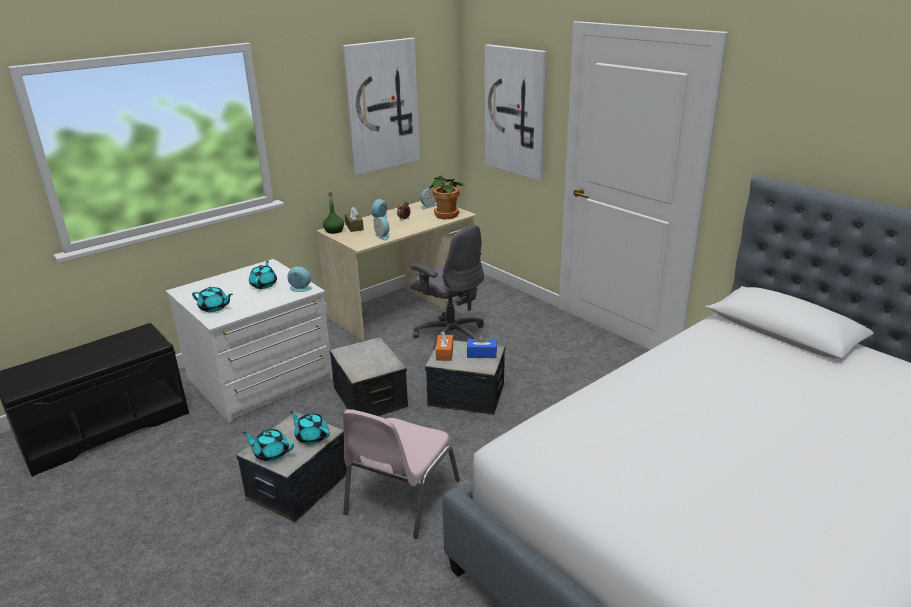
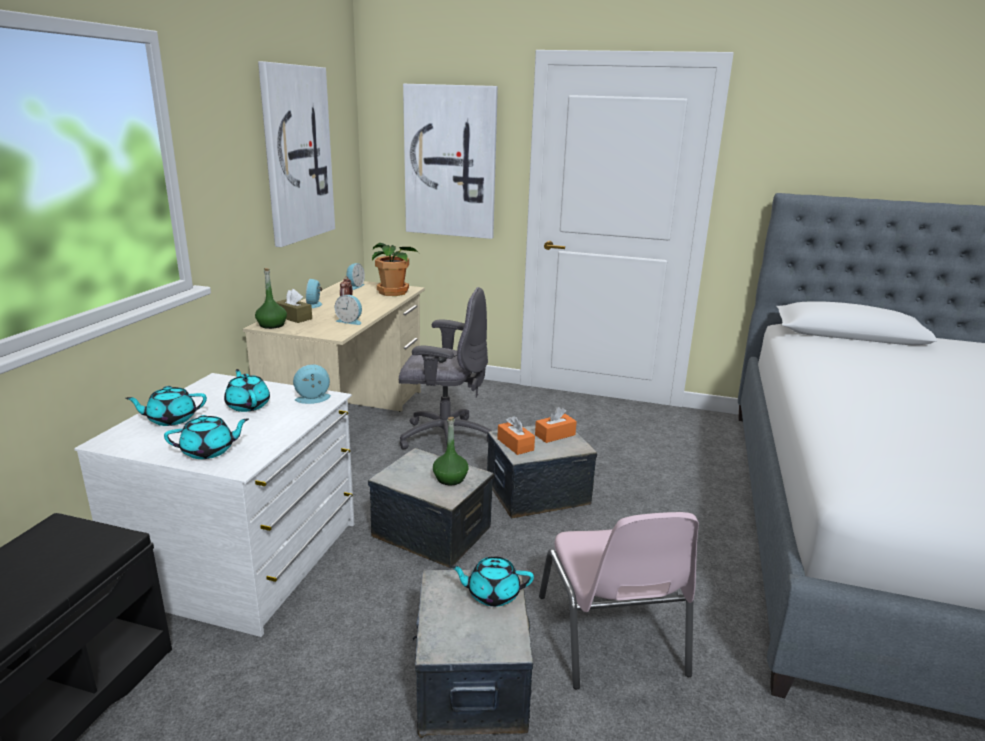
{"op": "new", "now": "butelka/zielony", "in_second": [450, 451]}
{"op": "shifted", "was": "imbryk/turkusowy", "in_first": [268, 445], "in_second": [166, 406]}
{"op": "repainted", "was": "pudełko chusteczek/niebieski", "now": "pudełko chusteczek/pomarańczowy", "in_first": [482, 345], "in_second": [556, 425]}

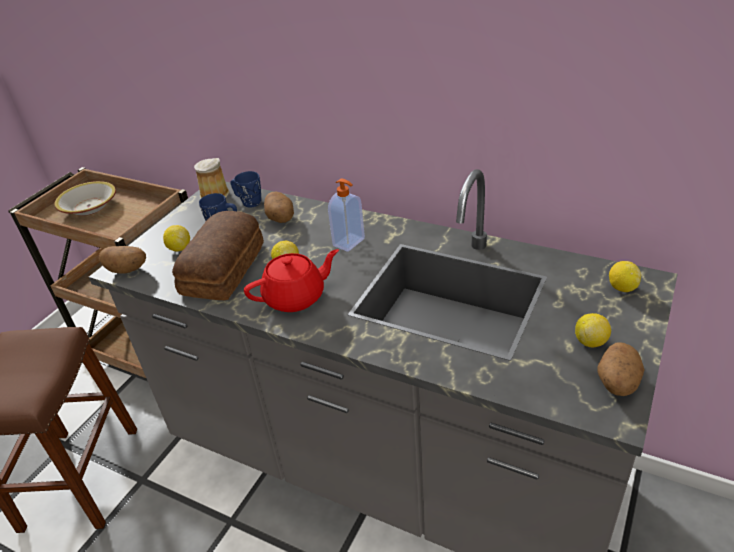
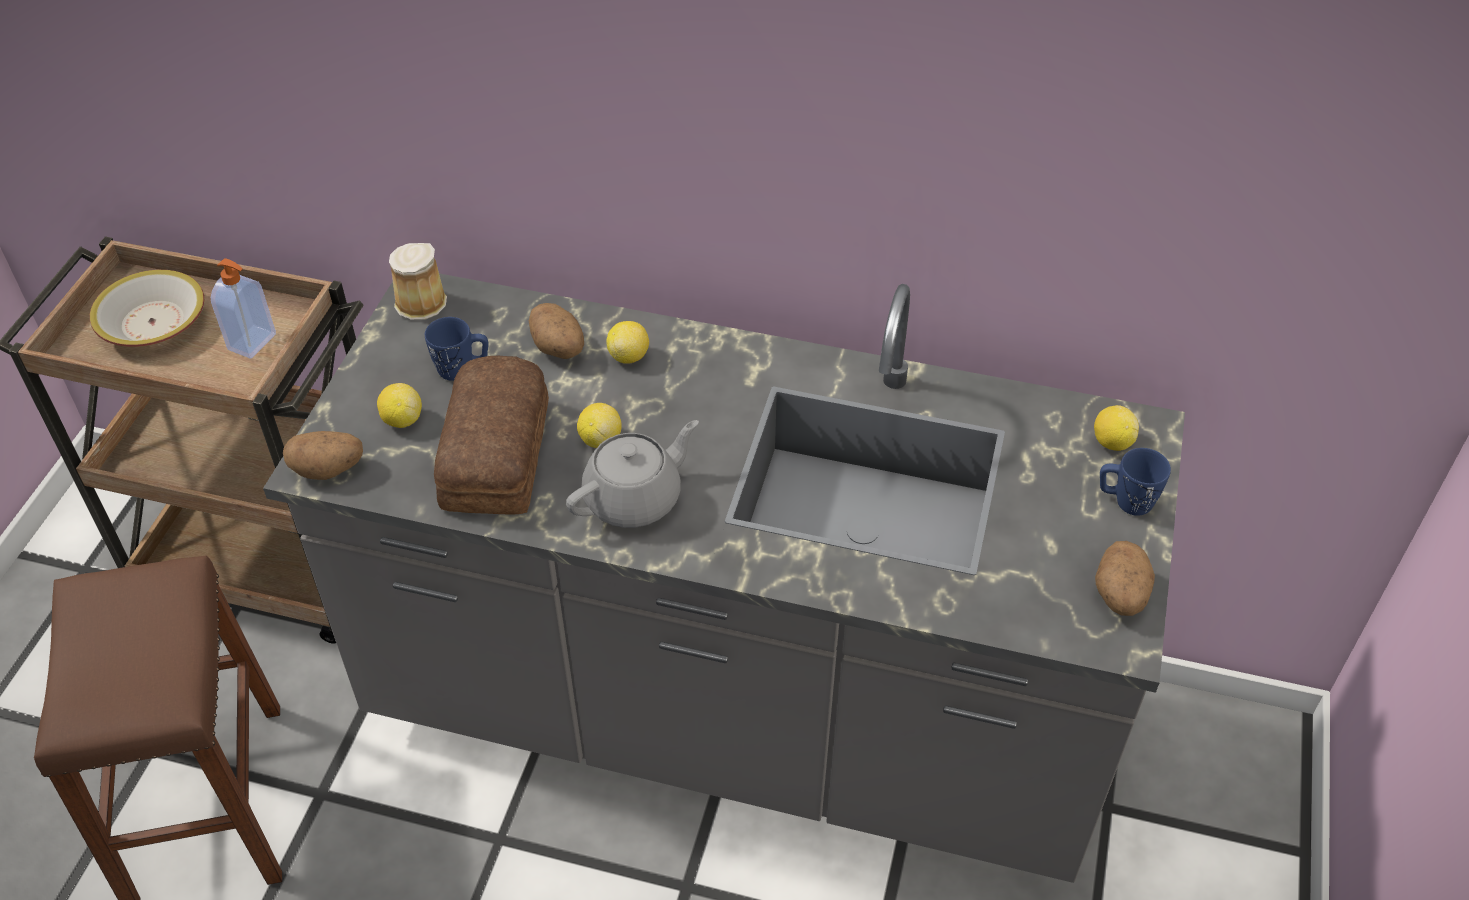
{"op": "shifted", "was": "kubek/niebieski", "in_first": [245, 189], "in_second": [1135, 482]}
{"op": "shifted", "was": "dozownik mydła", "in_first": [346, 215], "in_second": [243, 308]}
{"op": "shifted", "was": "cytryna", "in_first": [593, 330], "in_second": [627, 342]}
{"op": "repainted", "was": "imbryk/czerwony", "now": "imbryk/szary", "in_first": [291, 280], "in_second": [632, 474]}

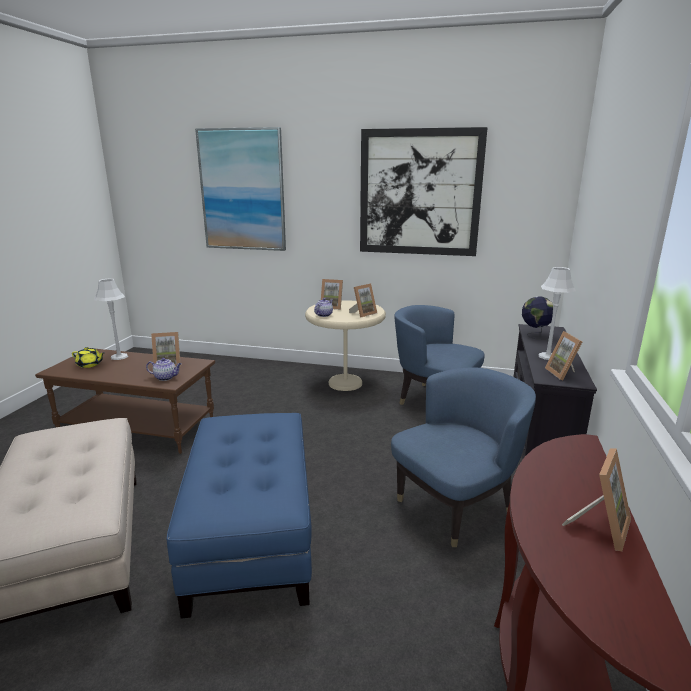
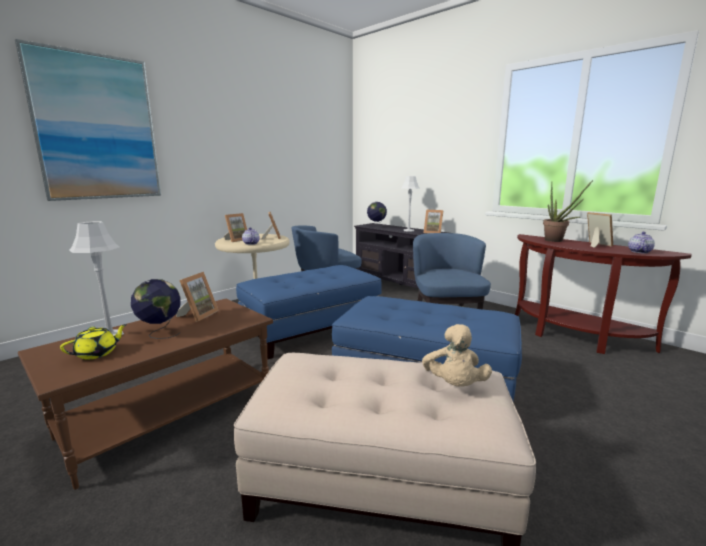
{"op": "gone", "was": "obraz", "in_first": [424, 191]}
{"op": "new", "now": "globus", "in_second": [156, 309]}
{"op": "new", "now": "pufa/niebieski", "in_second": [309, 312]}
{"op": "new", "now": "pluszak/beżowy", "in_second": [457, 355]}
{"op": "new", "now": "roślina doniczkowa", "in_second": [568, 211]}
{"op": "shifted", "was": "imbryk", "in_first": [164, 369], "in_second": [641, 243]}

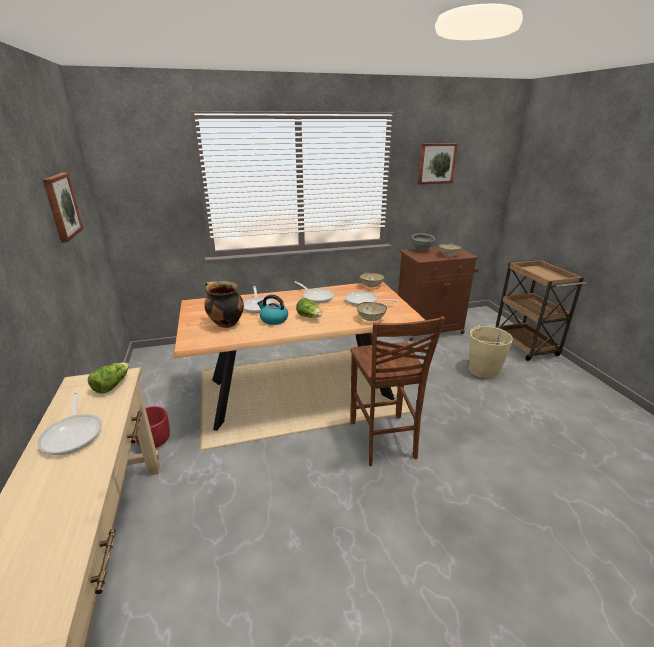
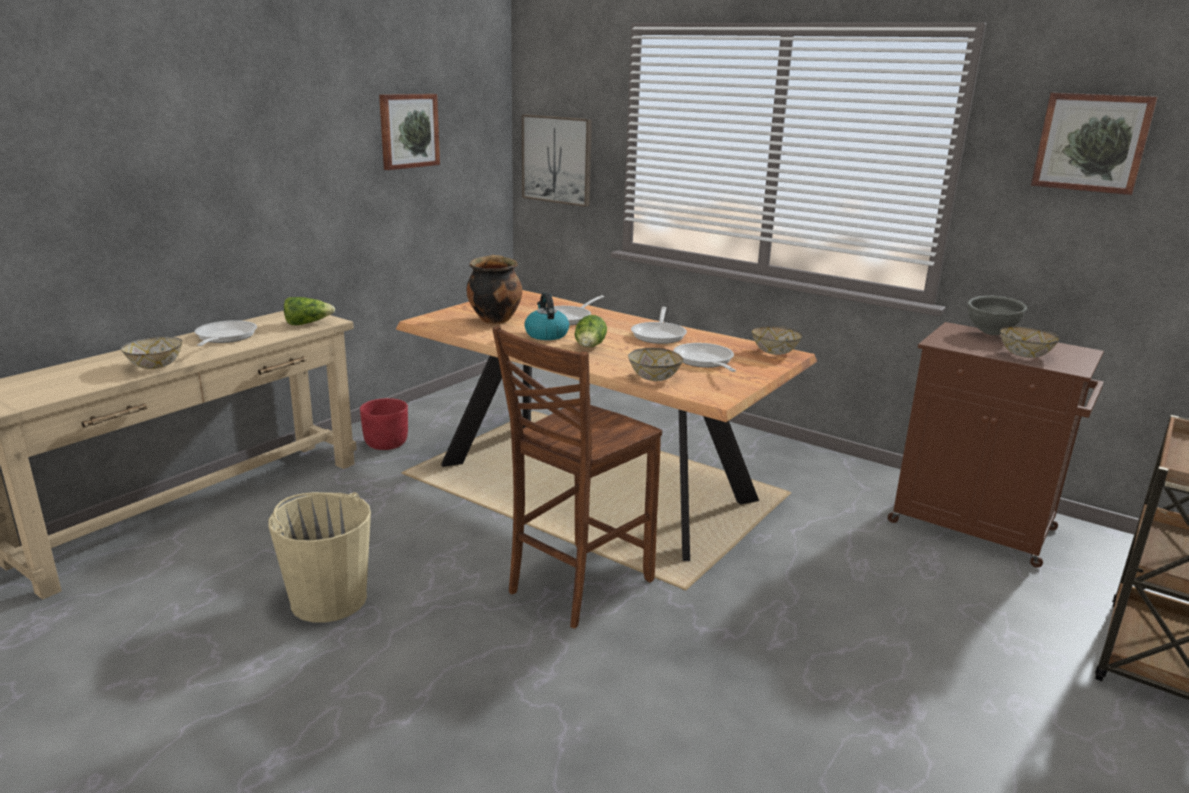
{"op": "new", "now": "miska", "in_second": [151, 352]}
{"op": "new", "now": "obraz", "in_second": [557, 160]}
{"op": "shifted", "was": "wiadro/beżowy", "in_first": [490, 352], "in_second": [320, 557]}
{"op": "rotated", "was": "patelnia", "in_first": [69, 423], "in_second": [226, 333], "clockwise": 150}

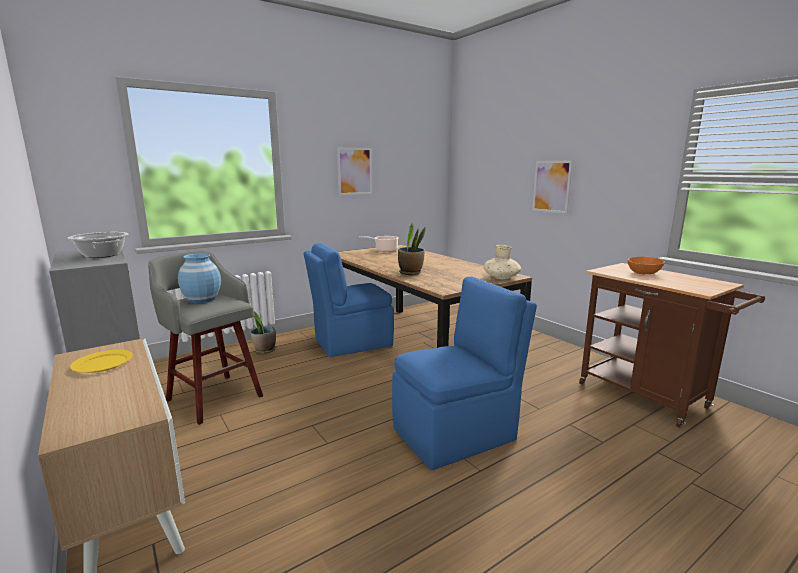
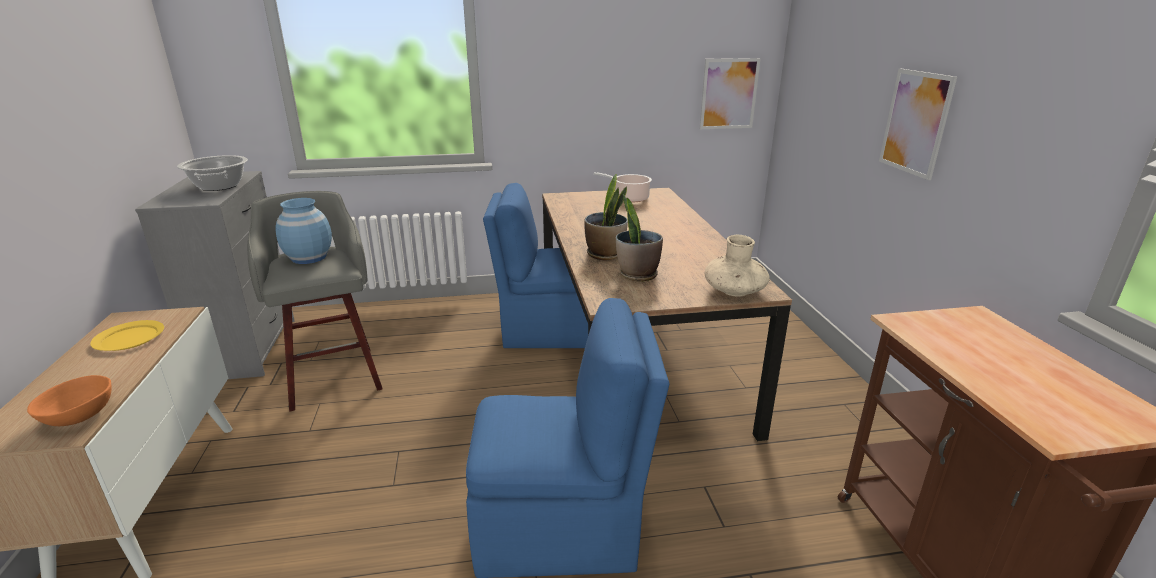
{"op": "shifted", "was": "roślina doniczkowa", "in_first": [263, 333], "in_second": [639, 238]}
{"op": "shifted", "was": "obraz", "in_first": [354, 171], "in_second": [730, 93]}
{"op": "shifted", "was": "miska/pomarańczowy", "in_first": [646, 266], "in_second": [69, 400]}

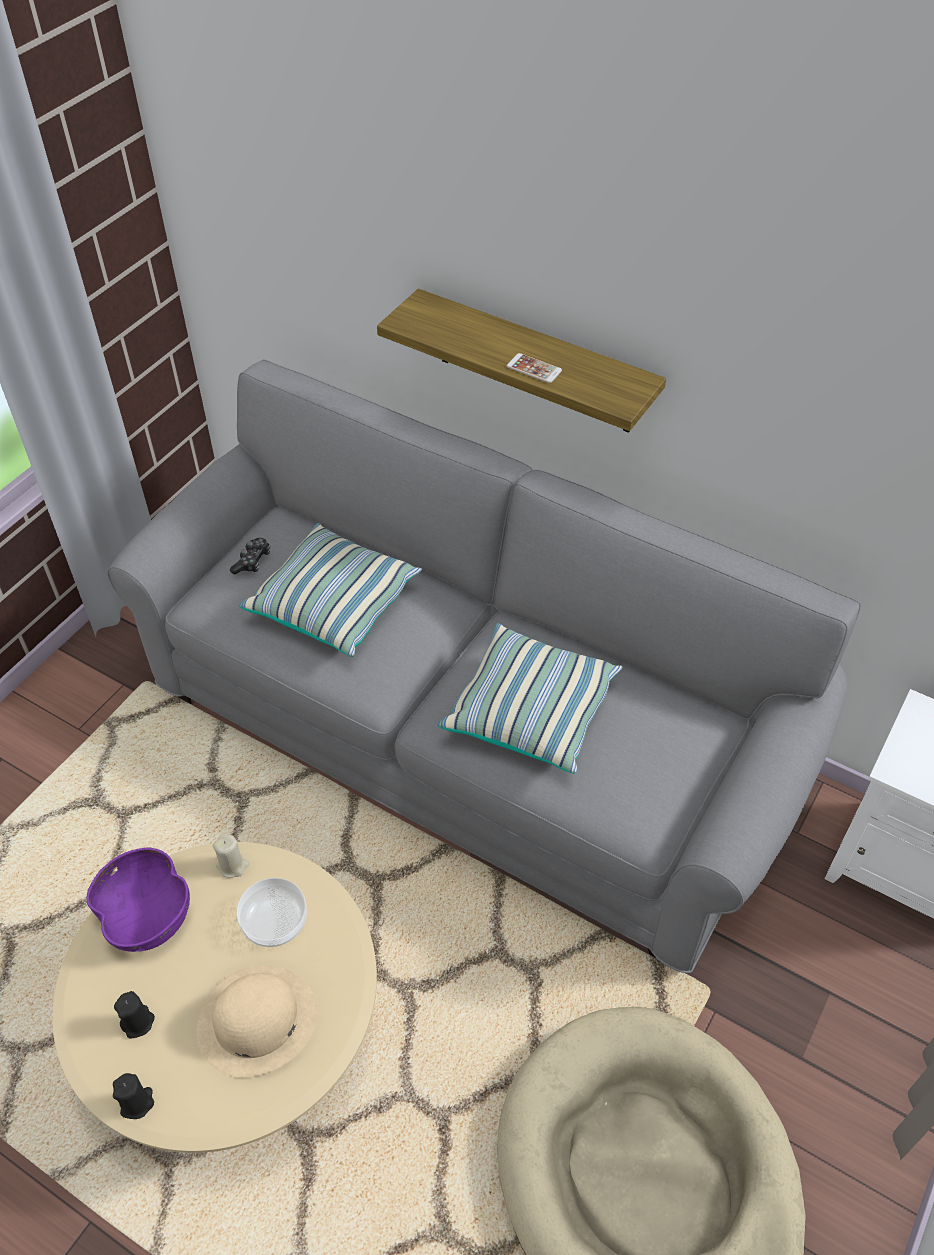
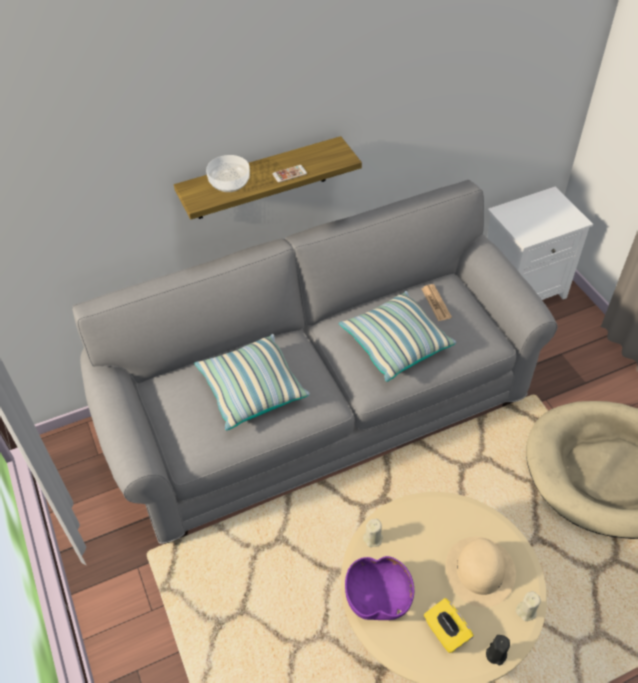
{"op": "gone", "was": "pad do gier", "in_first": [250, 556]}
{"op": "new", "now": "gazeta", "in_second": [437, 302]}
{"op": "new", "now": "świeca/beżowy", "in_second": [528, 606]}
{"op": "shifted", "was": "miska", "in_first": [272, 912], "in_second": [228, 173]}
{"op": "swapped", "was": "świeca/czarny", "now": "pudełko chusteczek/żółty", "in_first": [134, 1014], "in_second": [449, 625]}

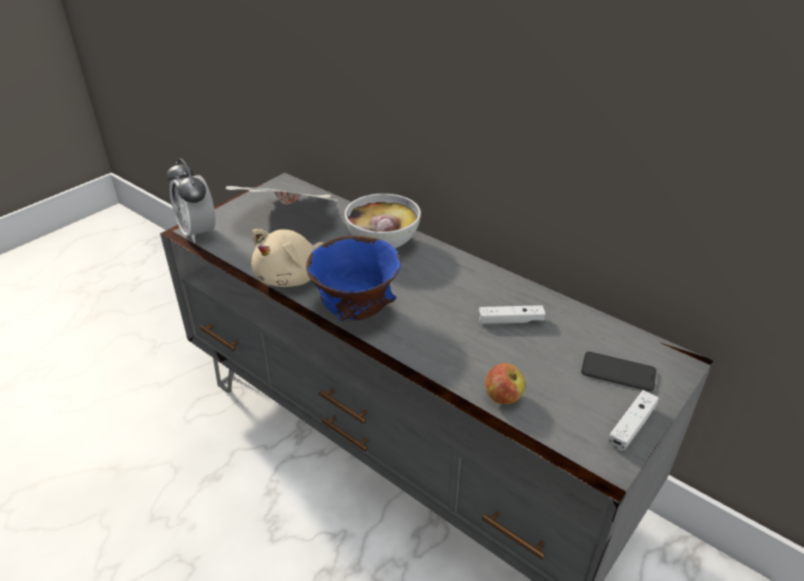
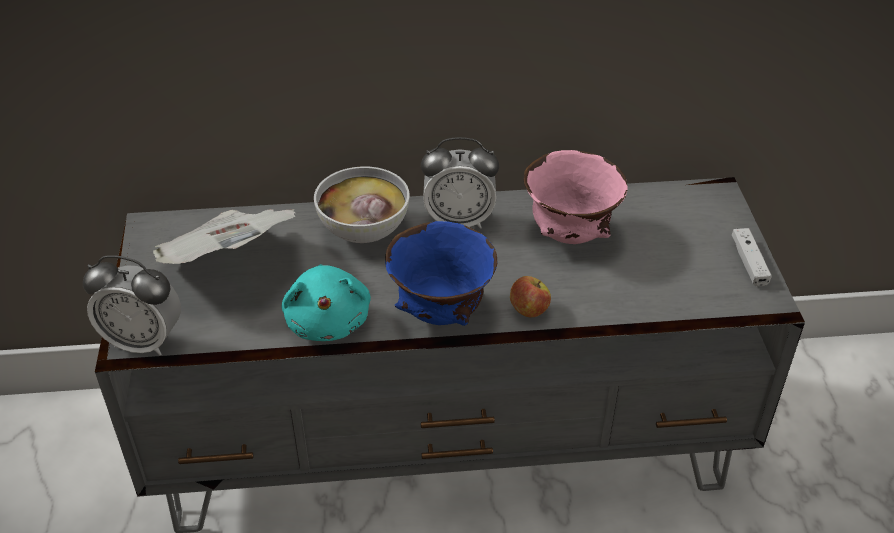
{"op": "gone", "was": "telefon", "in_first": [618, 371]}
{"op": "new", "now": "budzik", "in_second": [460, 183]}
{"op": "shifted", "was": "jabłko", "in_first": [505, 383], "in_second": [530, 296]}
{"op": "swapped", "was": "pad do gier/biały", "now": "miska/różowy", "in_first": [512, 314], "in_second": [576, 197]}
{"op": "repainted", "was": "pluszak/beżowy", "now": "pluszak/turkusowy", "in_first": [287, 258], "in_second": [326, 302]}

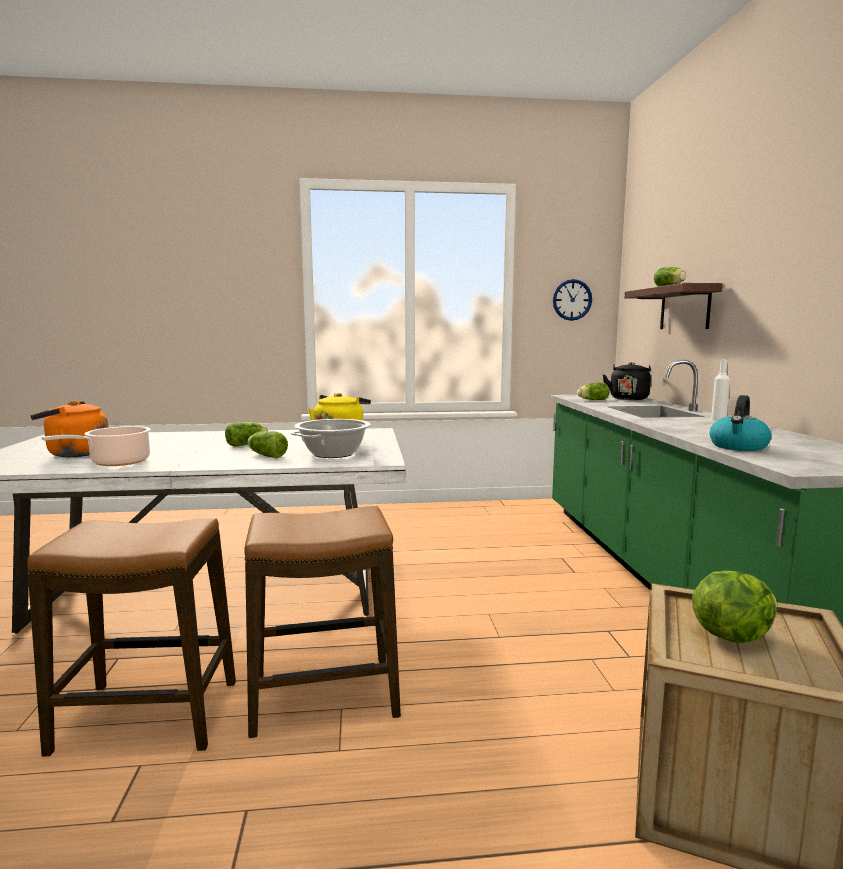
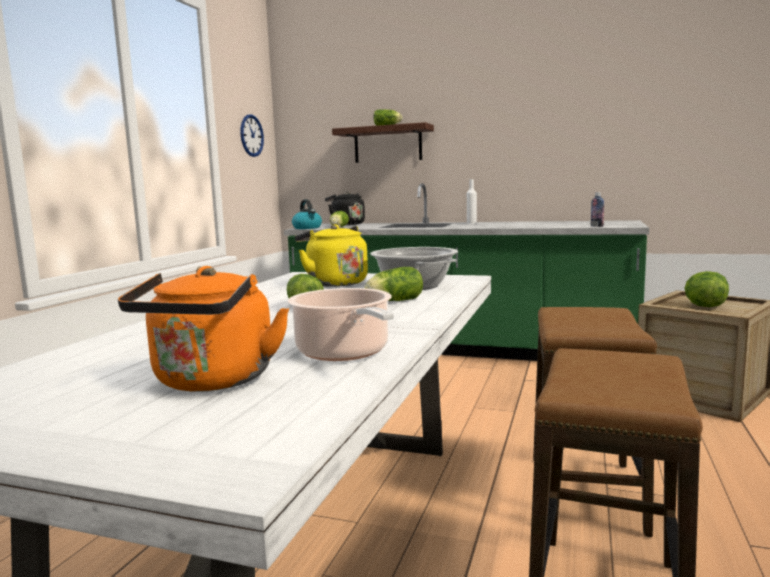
{"op": "new", "now": "butelka", "in_second": [597, 209]}
{"op": "shifted", "was": "czajnik", "in_first": [741, 423], "in_second": [307, 214]}

